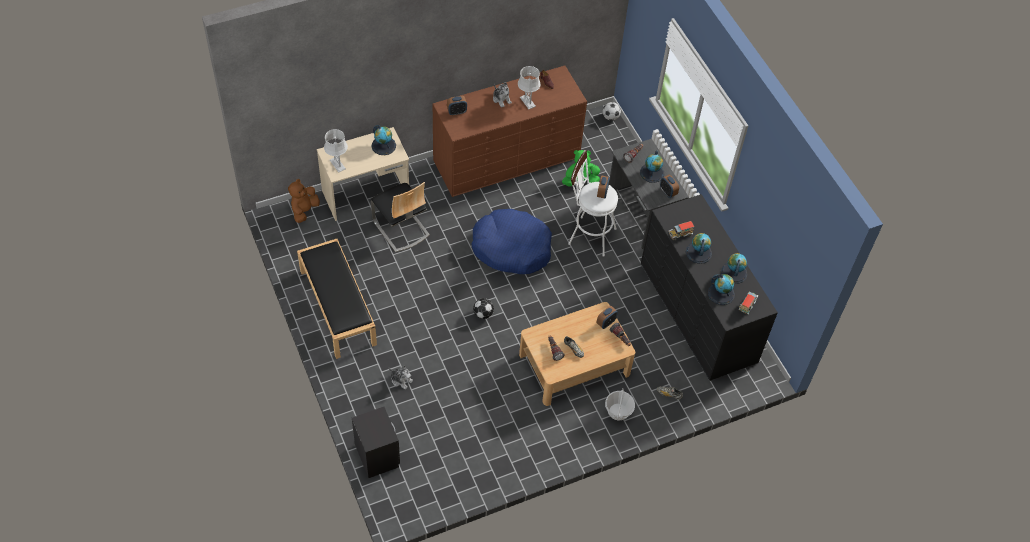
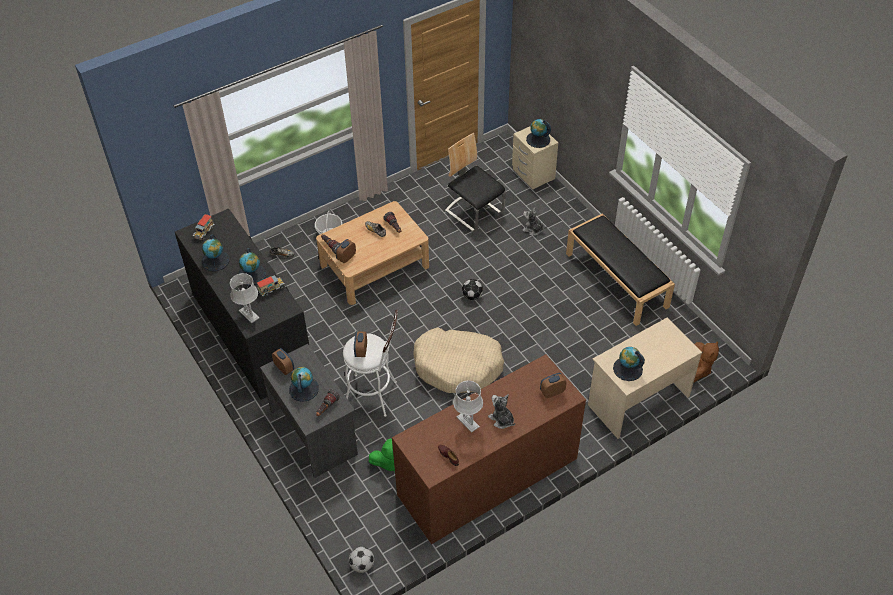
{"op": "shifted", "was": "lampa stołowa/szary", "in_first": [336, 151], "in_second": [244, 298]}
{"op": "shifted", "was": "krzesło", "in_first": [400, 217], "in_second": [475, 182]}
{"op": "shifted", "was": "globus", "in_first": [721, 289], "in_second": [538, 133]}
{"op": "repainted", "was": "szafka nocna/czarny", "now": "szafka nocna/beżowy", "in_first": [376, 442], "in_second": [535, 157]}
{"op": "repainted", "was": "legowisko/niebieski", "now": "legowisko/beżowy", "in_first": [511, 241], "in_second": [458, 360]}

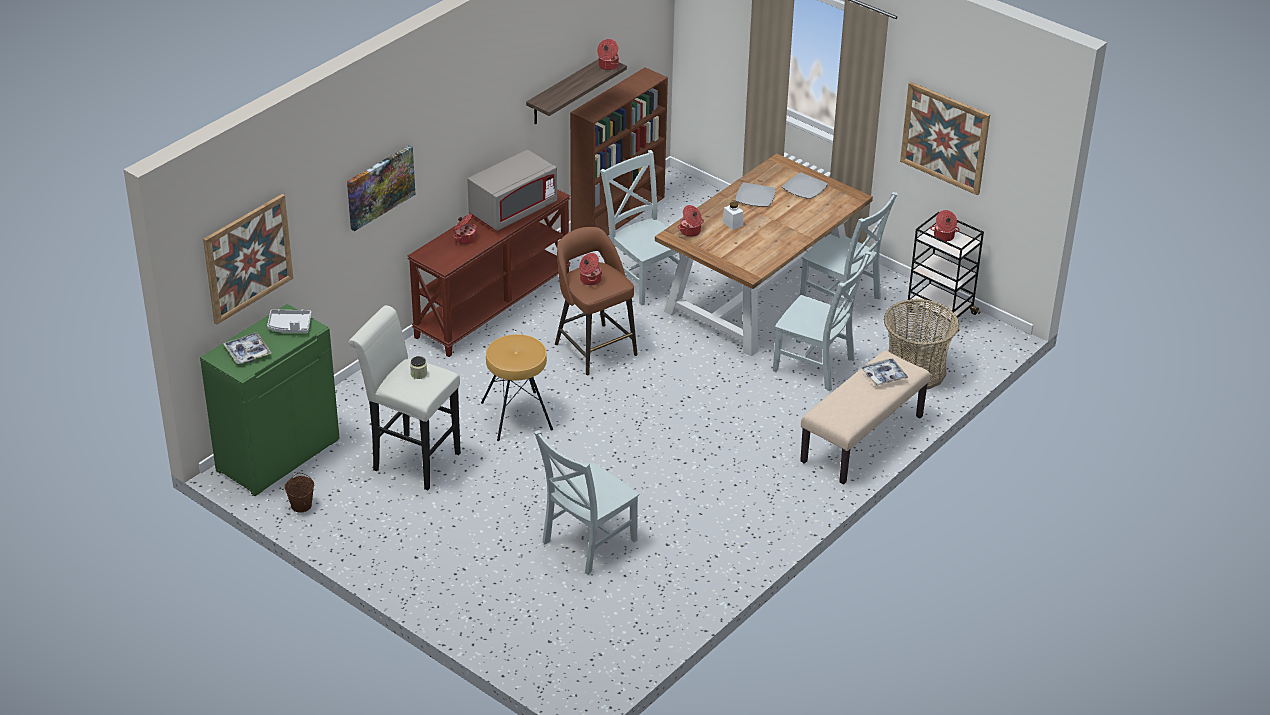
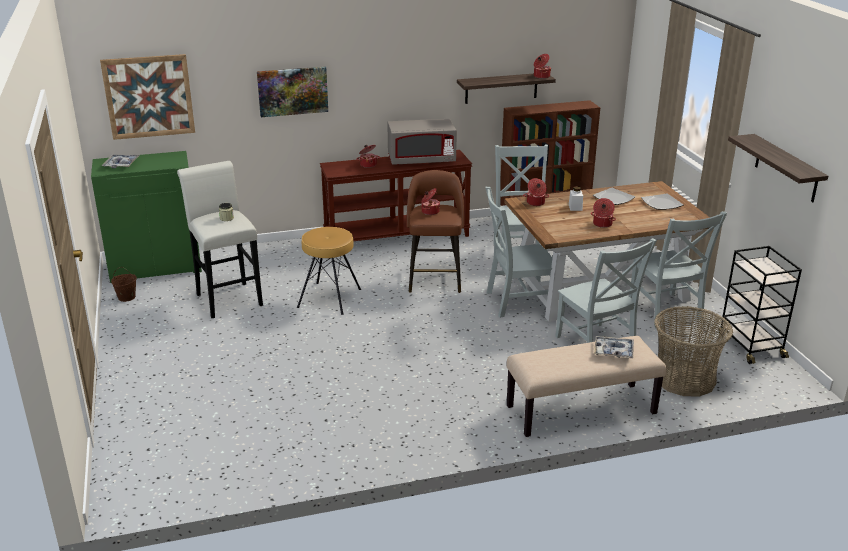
{"op": "gone", "was": "taca/szary", "in_first": [289, 321]}
{"op": "shifted", "was": "krzesło/szary", "in_first": [586, 502], "in_second": [518, 252]}
{"op": "shifted", "was": "garnek", "in_first": [945, 226], "in_second": [603, 213]}
{"op": "swapped", "was": "obraz", "now": "półka", "in_first": [945, 138], "in_second": [778, 168]}

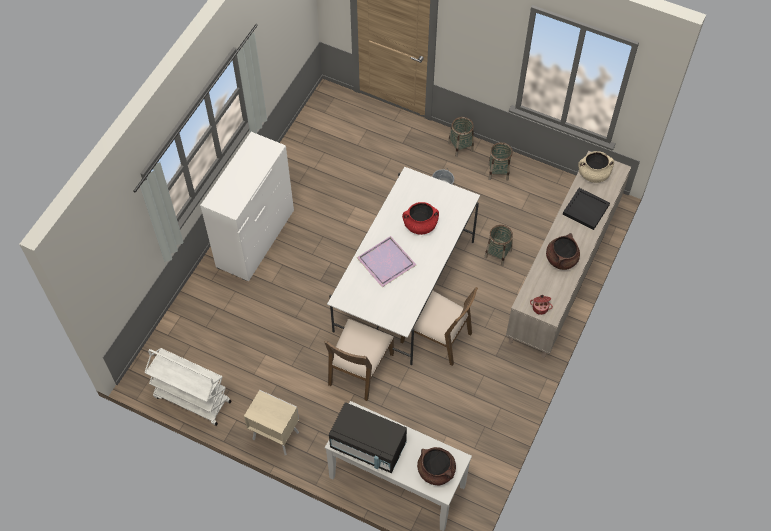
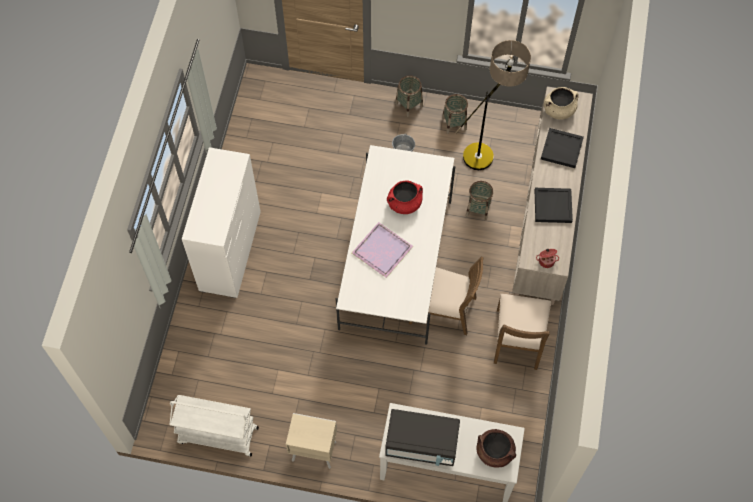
{"op": "new", "now": "lampa stojąca", "in_second": [493, 105]}
{"op": "shifted", "was": "krzesło/brązowy", "in_first": [359, 360], "in_second": [523, 332]}
{"op": "swapped", "was": "garnek/brązowy", "now": "taca/czarny", "in_first": [563, 251], "in_second": [554, 205]}

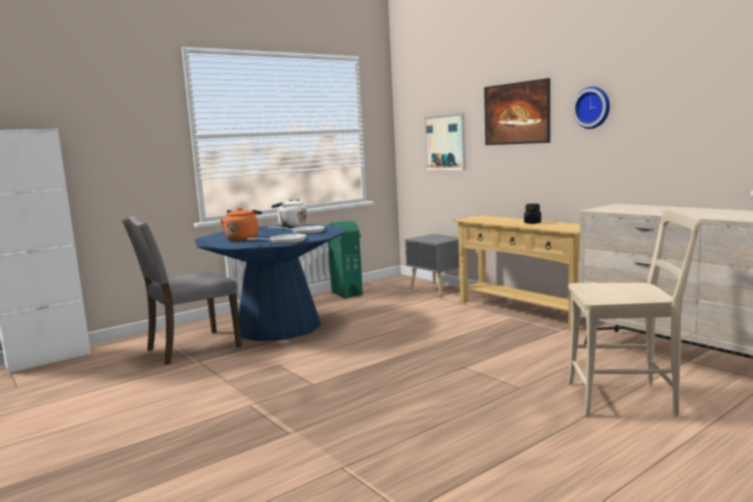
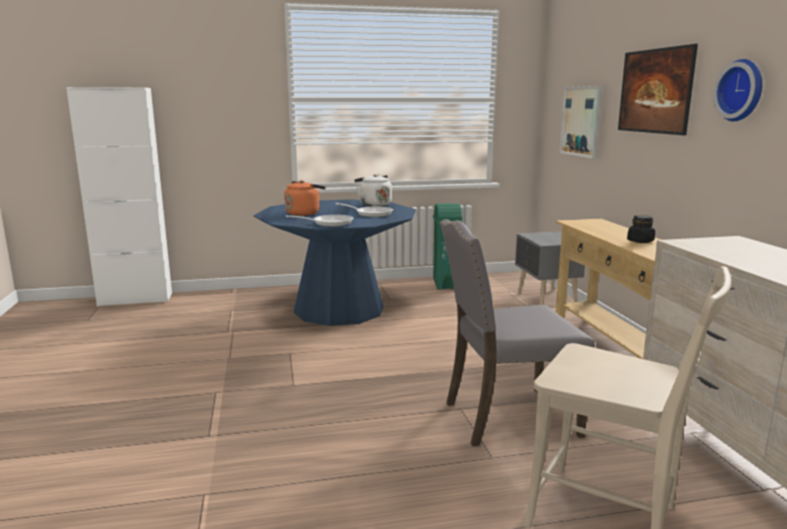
{"op": "shifted", "was": "krzesło/szary", "in_first": [182, 290], "in_second": [517, 332]}

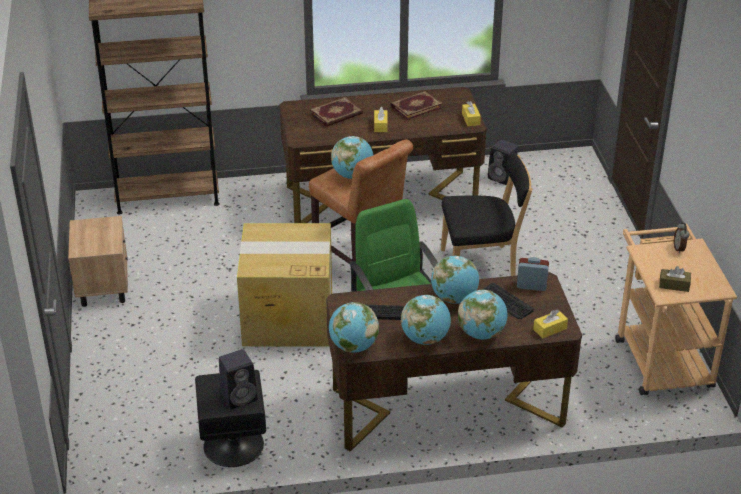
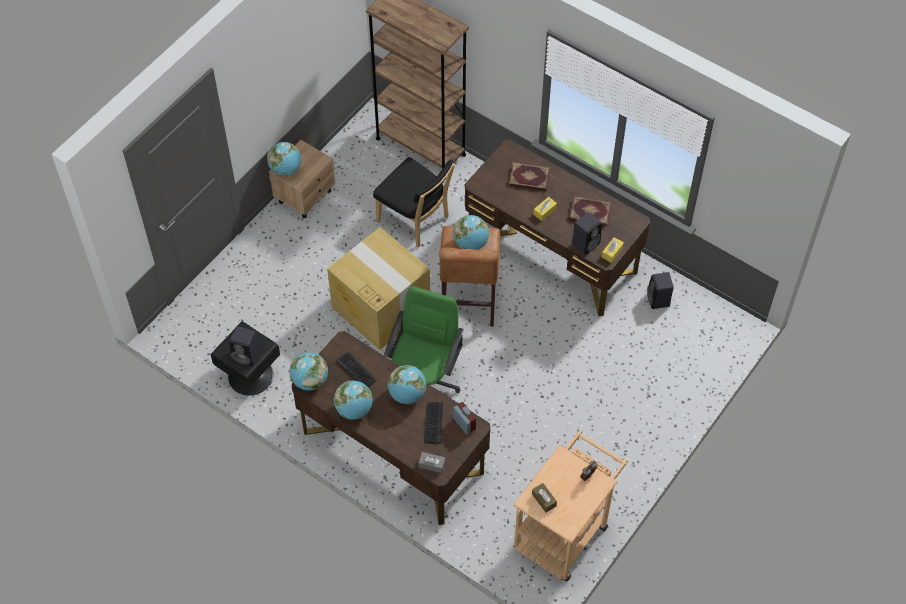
{"op": "new", "now": "głośnik/czarny", "in_second": [587, 233]}
{"op": "shifted", "was": "krzesło/czarny", "in_first": [487, 214], "in_second": [414, 202]}
{"op": "shifted", "was": "globus", "in_first": [483, 314], "in_second": [284, 159]}
{"op": "repainted", "was": "pudełko chusteczek/żółty", "now": "pudełko chusteczek/szary", "in_first": [550, 324], "in_second": [432, 462]}

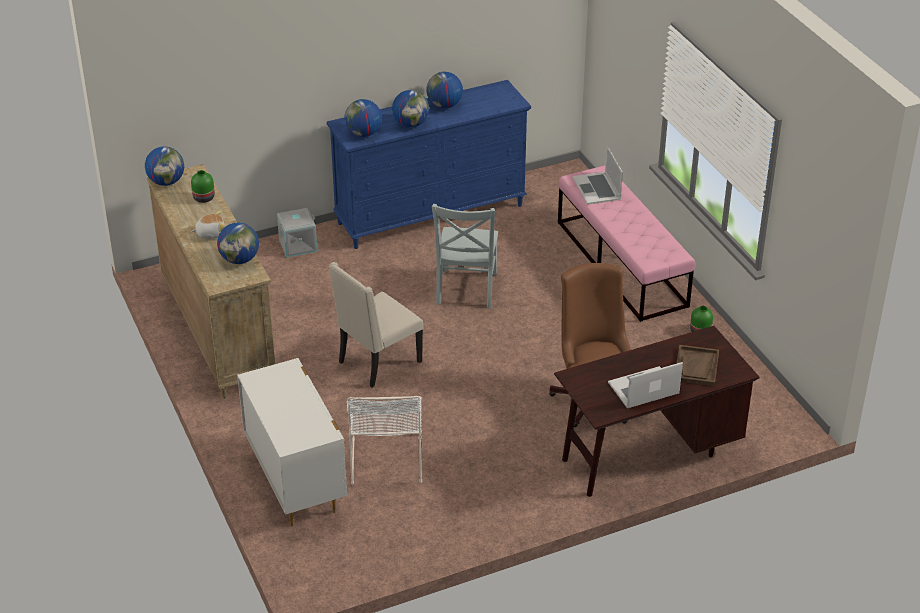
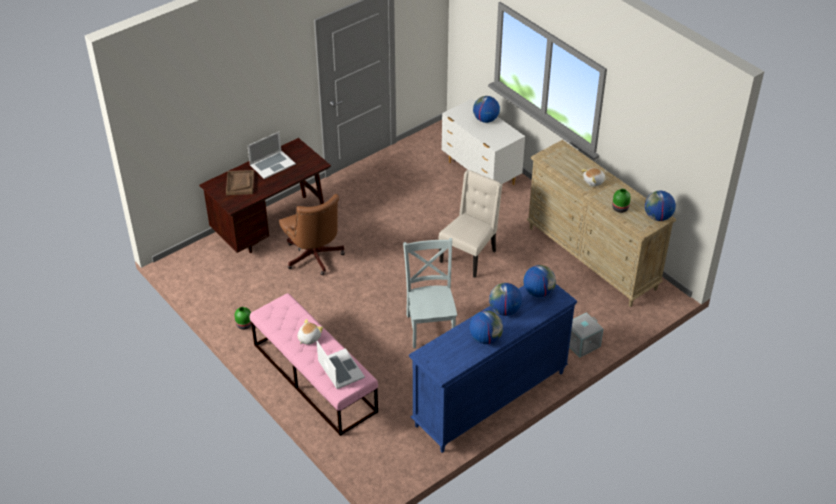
{"op": "gone", "was": "krzesło/biały", "in_first": [384, 440]}
{"op": "new", "now": "pluszak", "in_second": [310, 332]}
{"op": "shifted", "was": "globus", "in_first": [238, 243], "in_second": [486, 109]}

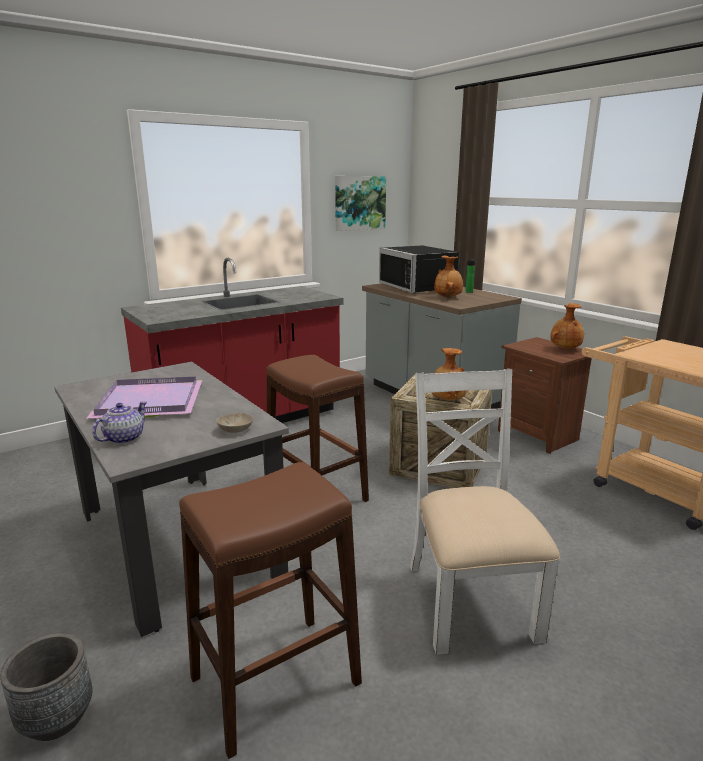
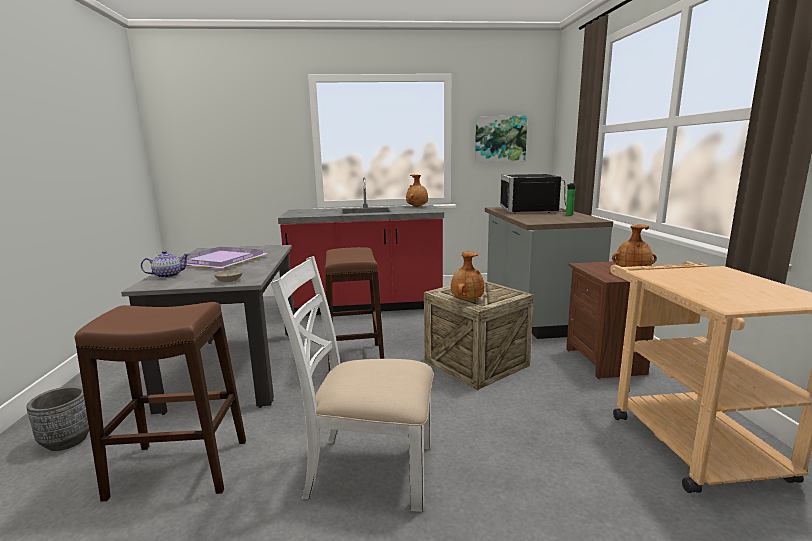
{"op": "shifted", "was": "wazon/brązowy", "in_first": [448, 276], "in_second": [417, 190]}
{"op": "rotated", "was": "krzesło/biały", "in_first": [485, 512], "in_second": [351, 384], "clockwise": -105}

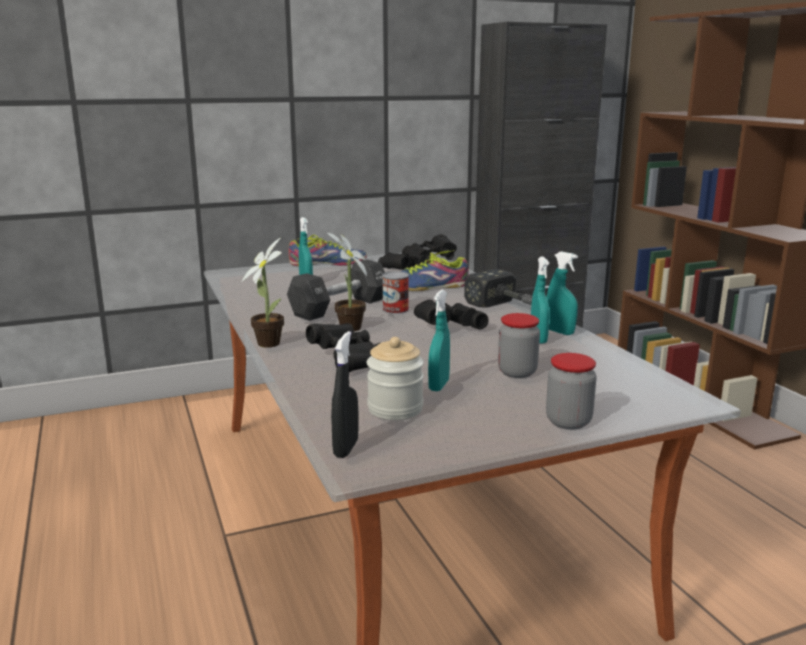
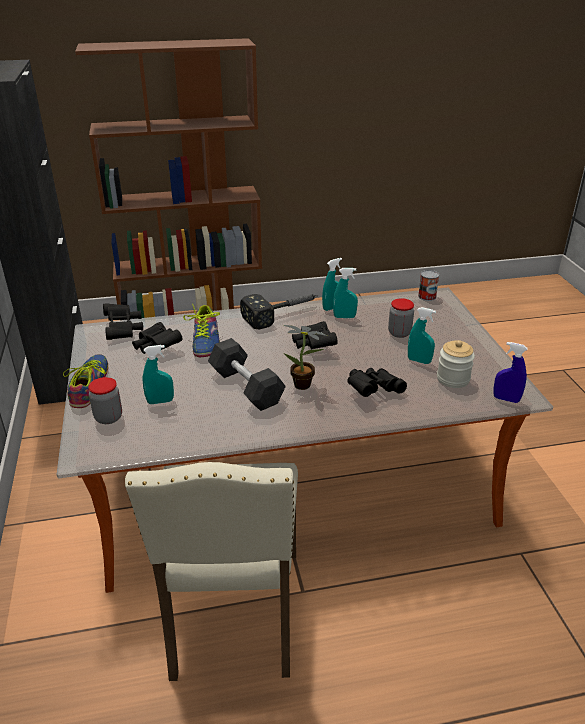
{"op": "gone", "was": "roślina doniczkowa", "in_first": [262, 292]}
{"op": "new", "now": "krzesło/beżowy", "in_second": [211, 571]}
{"op": "shifted", "was": "puszka", "in_first": [395, 292], "in_second": [428, 285]}
{"op": "shifted", "was": "słoik", "in_first": [571, 391], "in_second": [105, 400]}
{"op": "repainted", "was": "spryskiwacz/czarny", "now": "spryskiwacz/niebieski", "in_first": [344, 394], "in_second": [510, 372]}

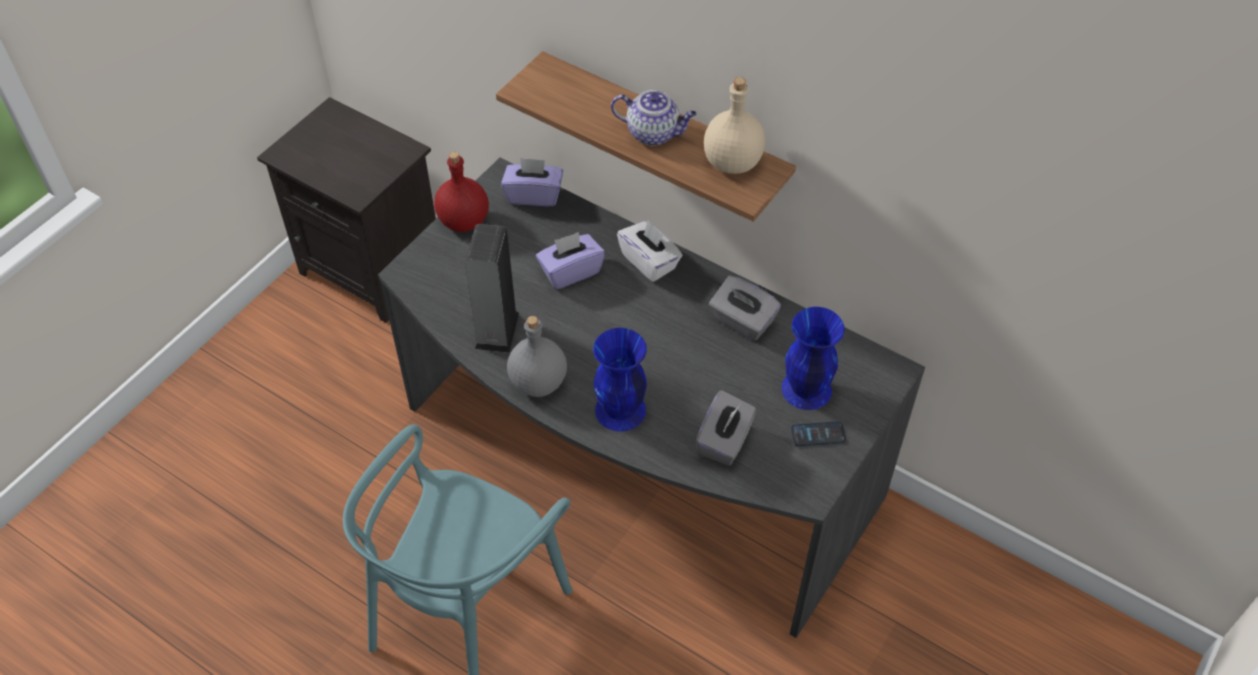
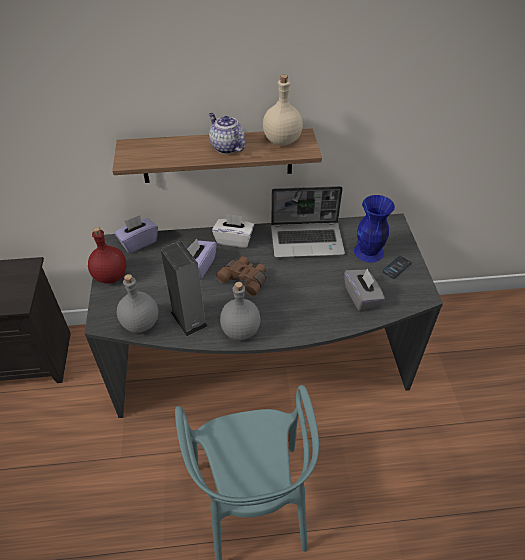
{"op": "gone", "was": "wazon/niebieski", "in_first": [620, 379]}
{"op": "new", "now": "butelka/szary", "in_second": [138, 303]}
{"op": "new", "now": "lornetka/brązowy", "in_second": [241, 276]}
{"op": "swapped", "was": "pudełko chusteczek/szary", "now": "laptop", "in_first": [745, 308], "in_second": [308, 222]}
{"op": "rotated", "was": "imbryk", "in_first": [654, 118], "in_second": [227, 133], "clockwise": -105}

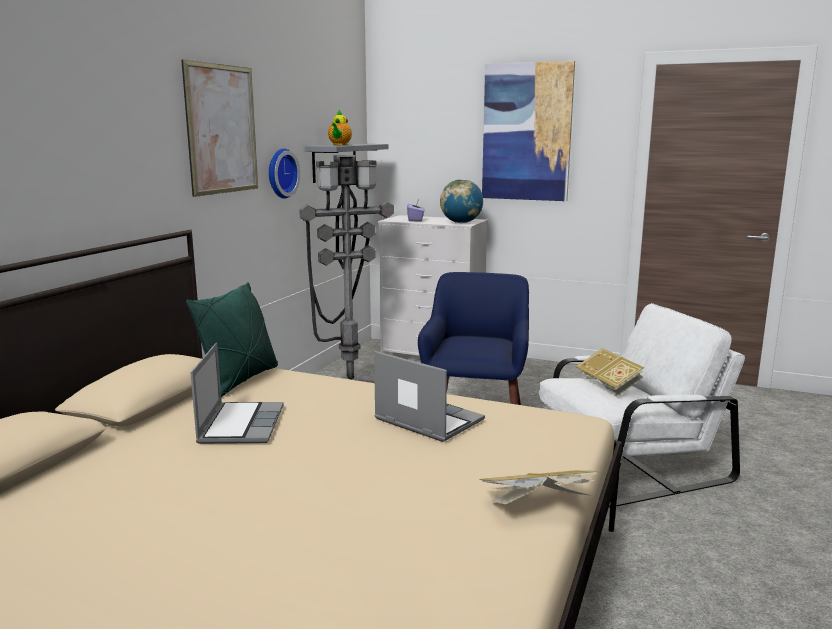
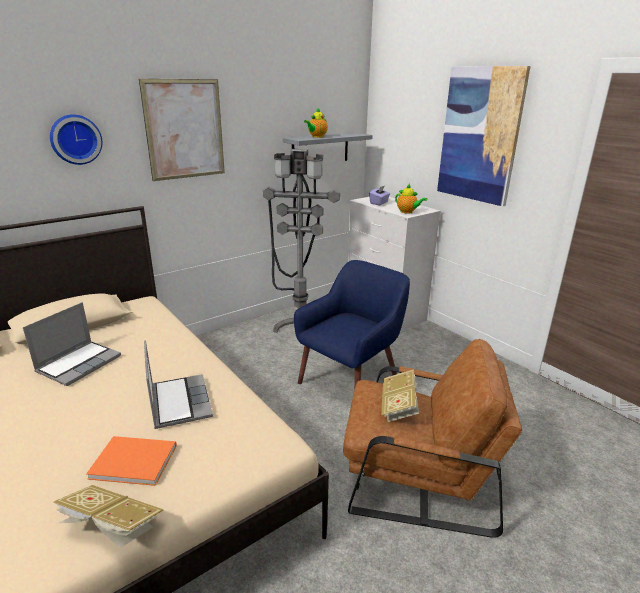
{"op": "gone", "was": "poduszka/zielony", "in_first": [232, 339]}
{"op": "new", "now": "książka/pomarańczowy", "in_second": [131, 461]}
{"op": "shifted", "was": "zegar ścienny", "in_first": [284, 173], "in_second": [76, 139]}
{"op": "swapped", "was": "globus", "now": "imbryk", "in_first": [461, 201], "in_second": [411, 199]}
{"op": "repainted", "was": "fotel/biały", "now": "fotel/brązowy", "in_first": [642, 405], "in_second": [432, 438]}

